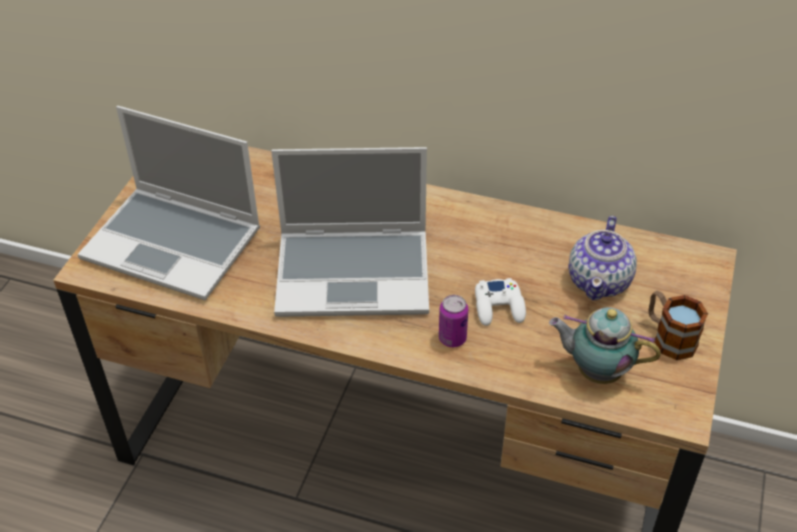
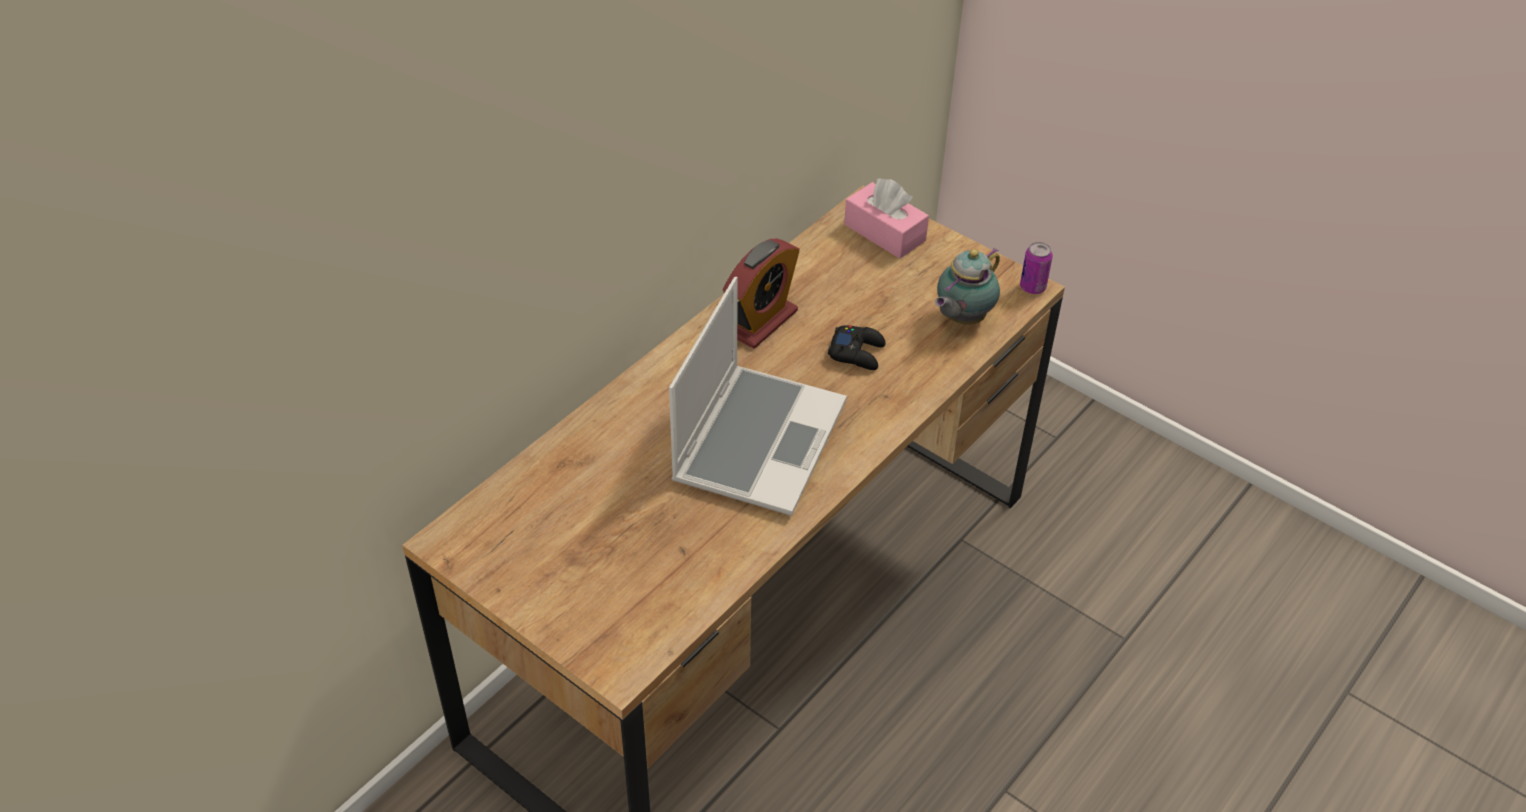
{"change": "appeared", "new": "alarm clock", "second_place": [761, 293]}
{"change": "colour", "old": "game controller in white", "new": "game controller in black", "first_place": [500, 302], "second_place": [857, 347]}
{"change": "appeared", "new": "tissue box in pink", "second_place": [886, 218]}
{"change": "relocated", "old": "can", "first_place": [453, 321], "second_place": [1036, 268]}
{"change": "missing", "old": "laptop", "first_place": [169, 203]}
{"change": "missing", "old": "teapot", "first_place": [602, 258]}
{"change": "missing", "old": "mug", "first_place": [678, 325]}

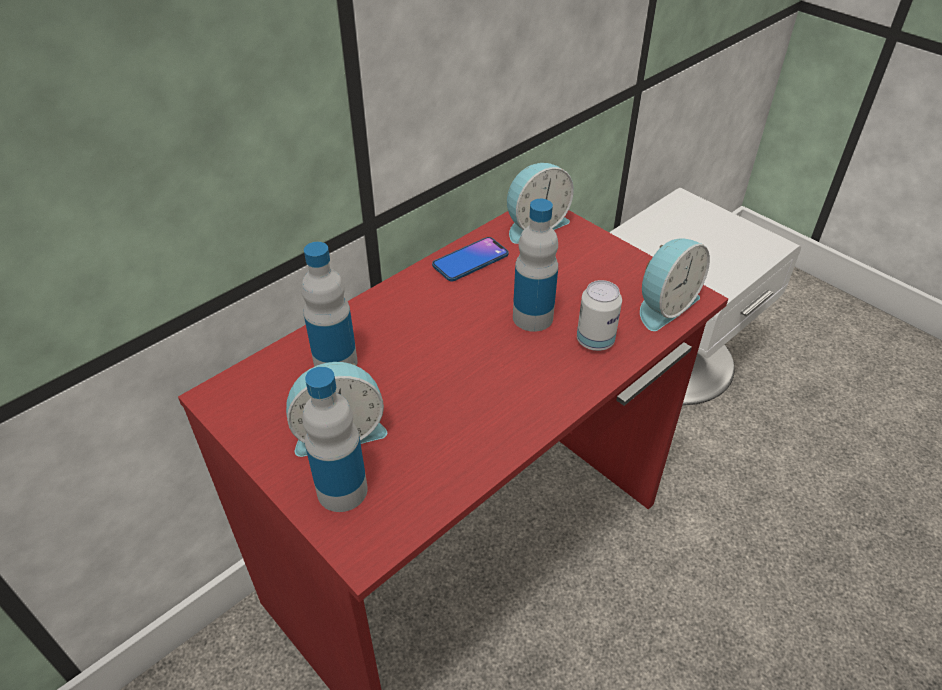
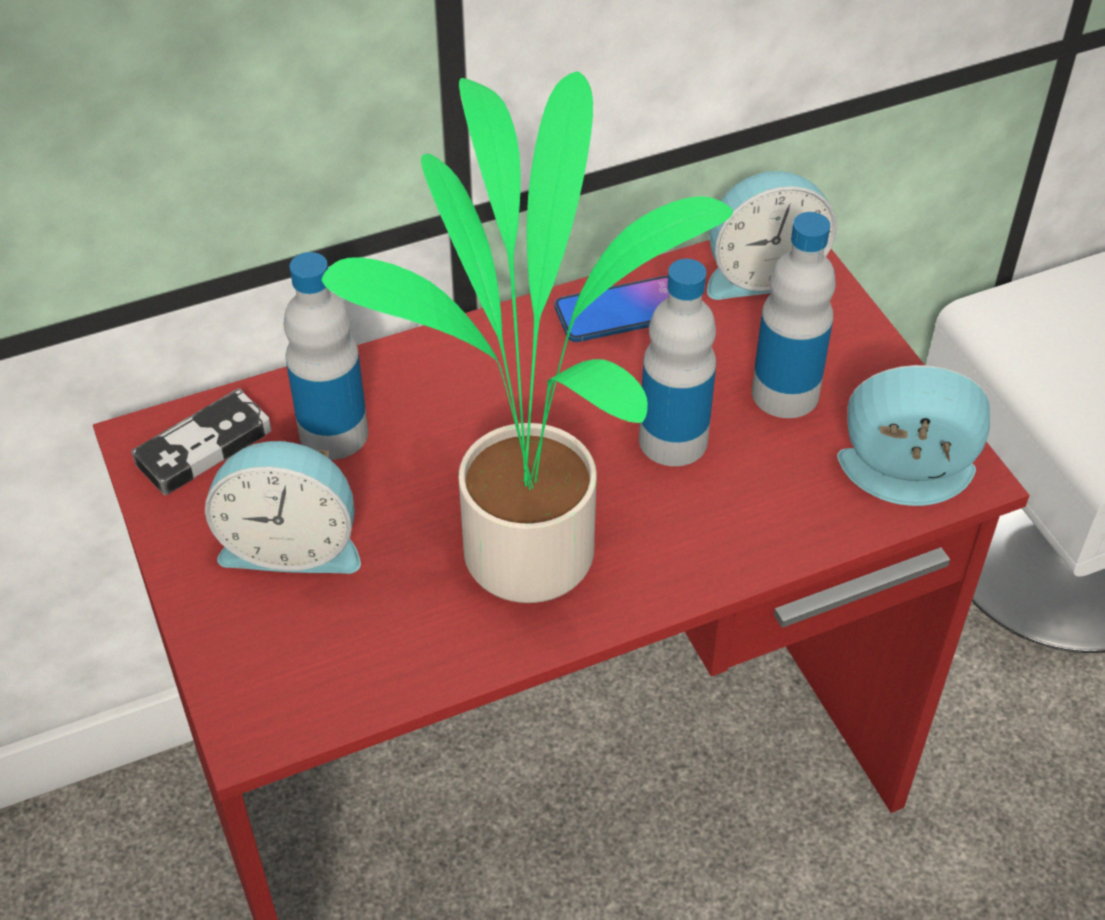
{"change": "appeared", "new": "game controller", "second_place": [201, 441]}
{"change": "appeared", "new": "potted plant", "second_place": [527, 337]}
{"change": "relocated", "old": "bottle", "first_place": [335, 439], "second_place": [794, 315]}
{"change": "spun", "old": "alarm clock", "first_place": [675, 284], "second_place": [913, 435], "degrees": -150}
{"change": "missing", "old": "can", "first_place": [599, 315]}

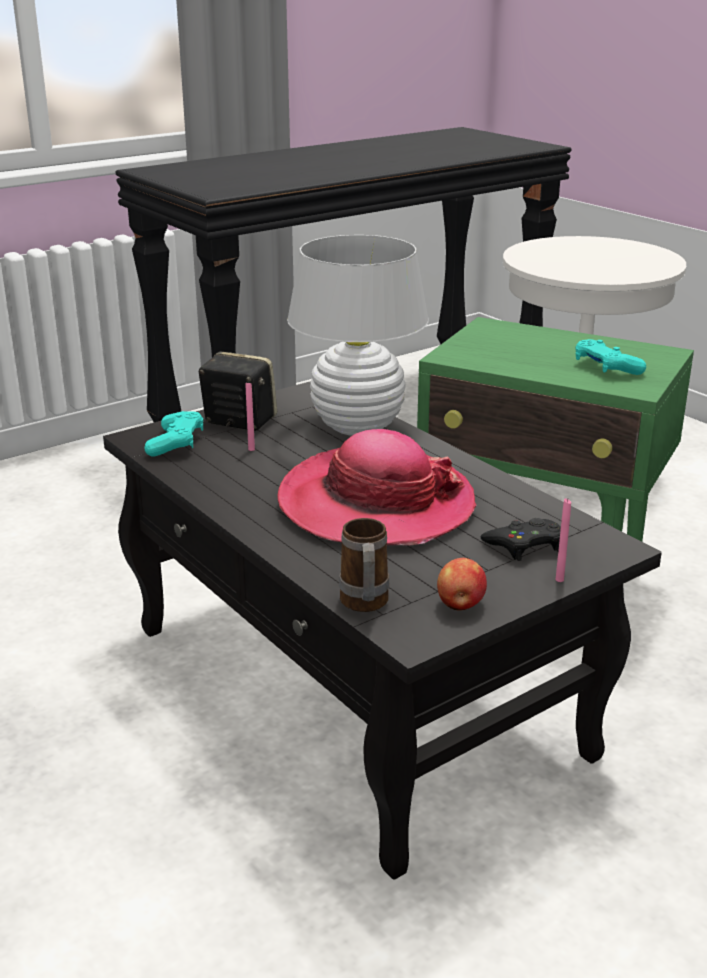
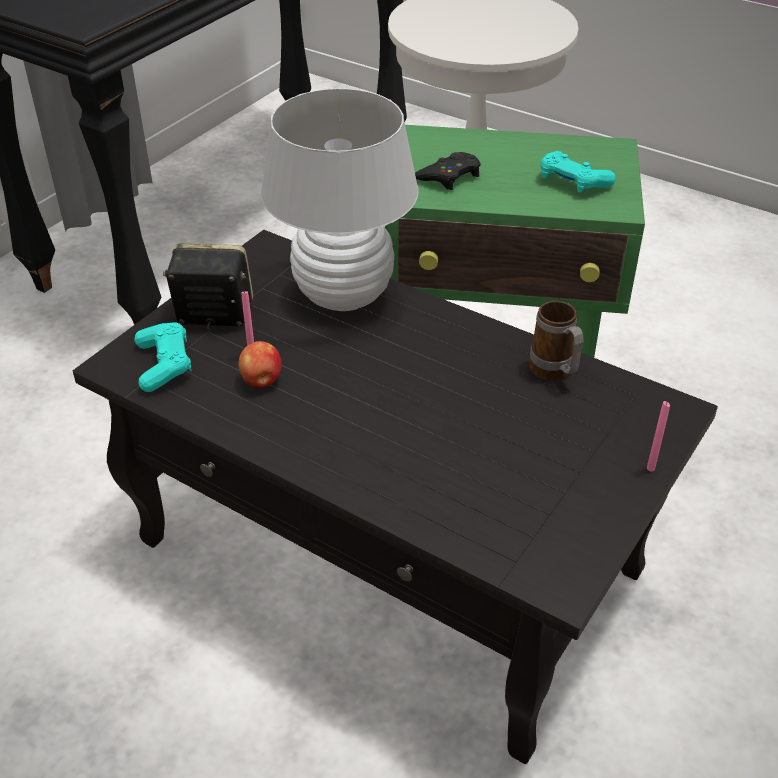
{"change": "relocated", "old": "apple", "first_place": [462, 584], "second_place": [260, 364]}
{"change": "relocated", "old": "game controller in black", "first_place": [521, 539], "second_place": [448, 171]}
{"change": "relocated", "old": "mug", "first_place": [364, 565], "second_place": [556, 341]}
{"change": "missing", "old": "hat", "first_place": [377, 487]}

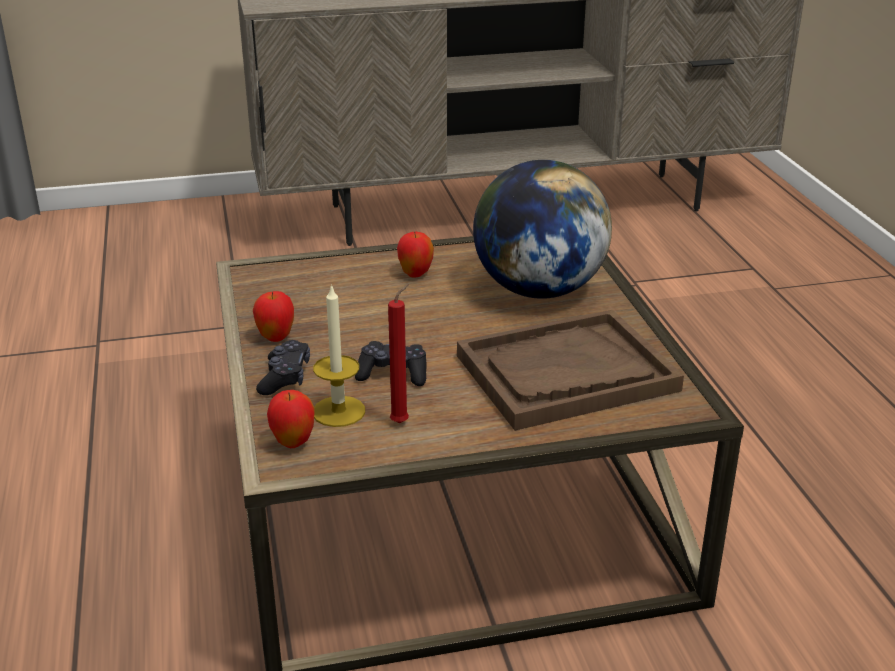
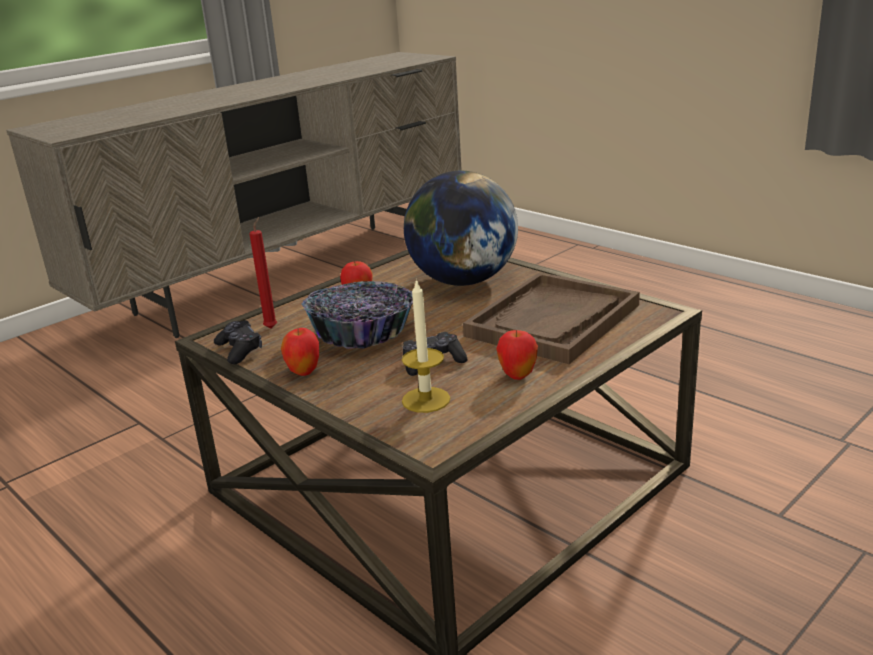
{"change": "relocated", "old": "game controller in black", "first_place": [283, 367], "second_place": [238, 342]}
{"change": "relocated", "old": "candle in red", "first_place": [398, 353], "second_place": [263, 273]}
{"change": "appeared", "new": "bowl", "second_place": [357, 315]}
{"change": "relocated", "old": "apple", "first_place": [291, 419], "second_place": [517, 355]}

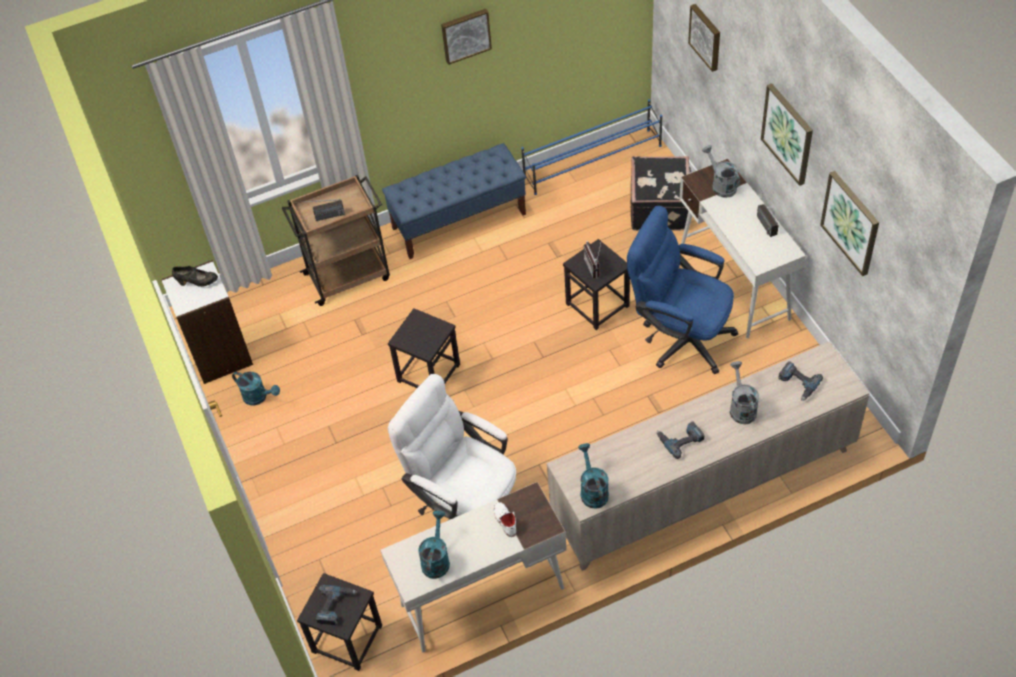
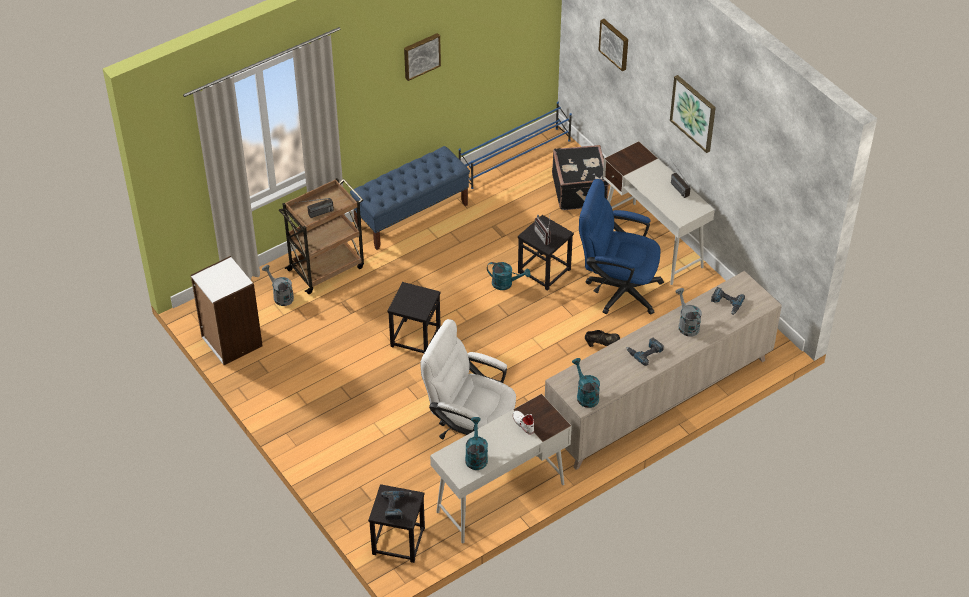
{"change": "relocated", "old": "watering can in grey", "first_place": [721, 171], "second_place": [278, 285]}
{"change": "relocated", "old": "watering can in turquoise", "first_place": [256, 389], "second_place": [509, 276]}
{"change": "relocated", "old": "shoe in black", "first_place": [195, 276], "second_place": [602, 338]}
{"change": "missing", "old": "picture", "first_place": [849, 223]}

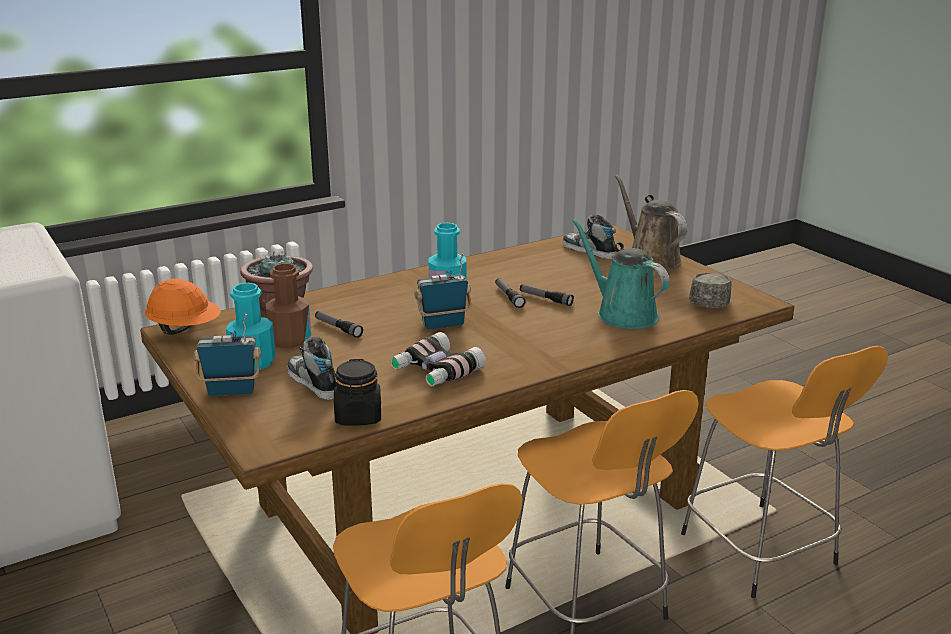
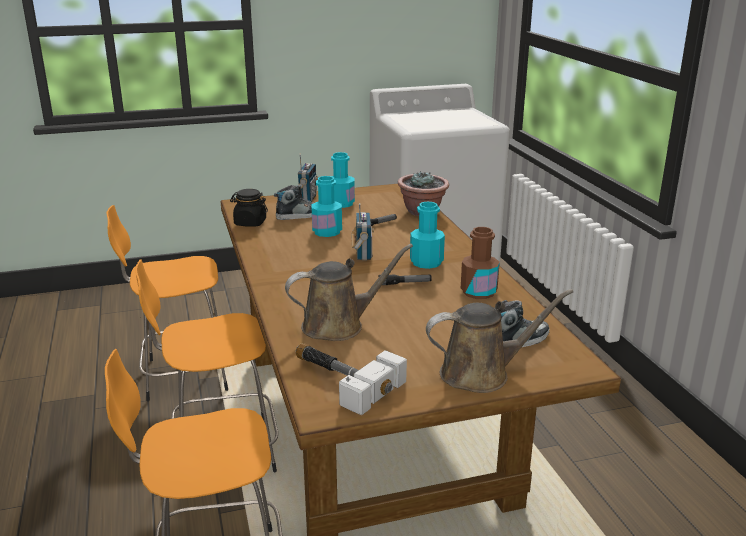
{"change": "colour", "old": "watering can in turquoise", "new": "watering can in brown", "first_place": [621, 274], "second_place": [349, 292]}
{"change": "exchanged", "old": "cap in grey", "new": "hammer", "first_place": [710, 290], "second_place": [351, 379]}
{"change": "appeared", "new": "bottle in turquoise", "second_place": [326, 206]}
{"change": "relocated", "old": "bottle in brown", "first_place": [288, 305], "second_place": [480, 263]}
{"change": "missing", "old": "hard hat in orange", "first_place": [183, 307]}
{"change": "missing", "old": "binoculars", "first_place": [438, 359]}
{"change": "missing", "old": "flashlight", "first_place": [547, 295]}

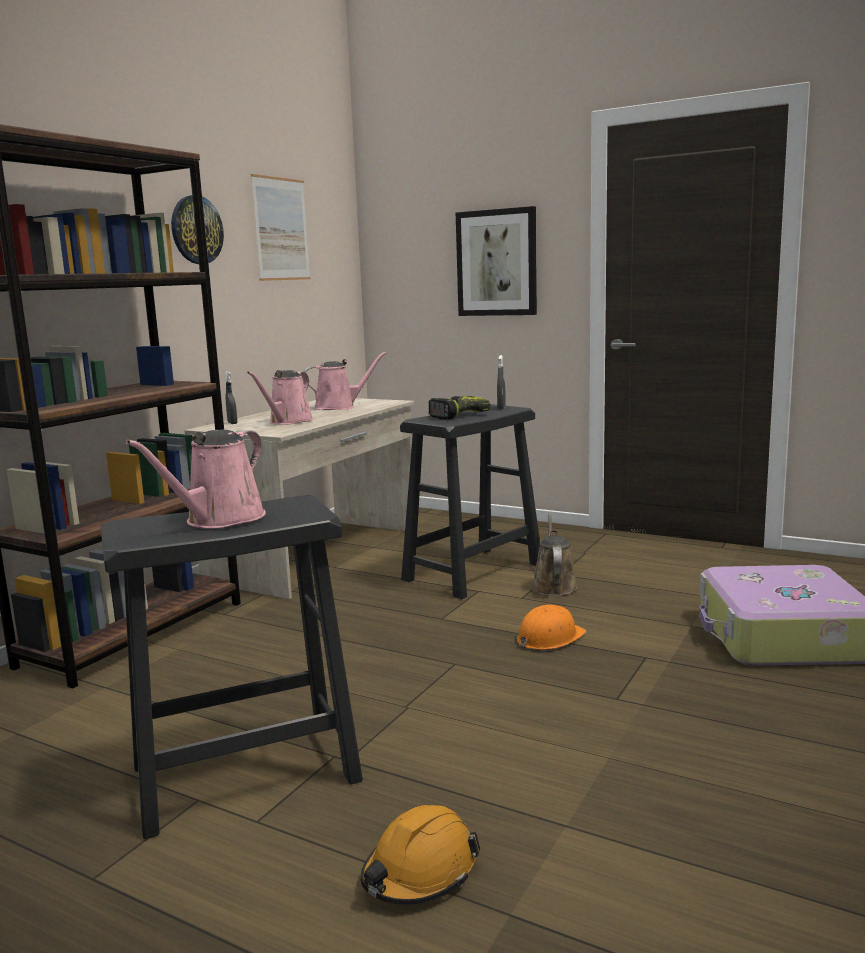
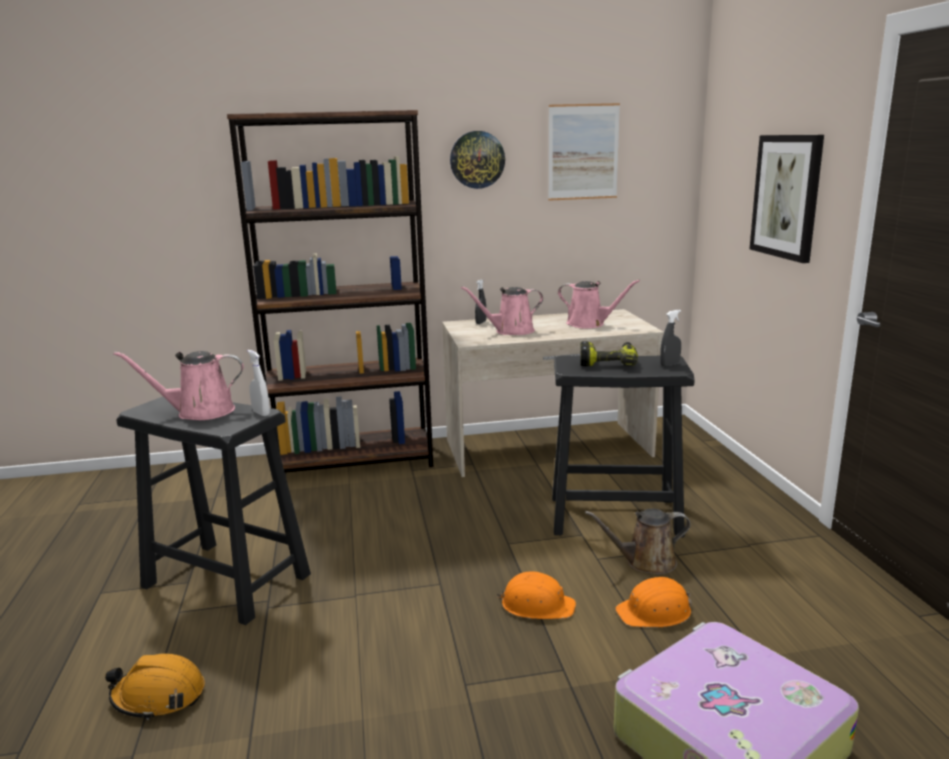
{"change": "appeared", "new": "spray bottle in white", "second_place": [258, 383]}
{"change": "spun", "old": "watering can in brown", "first_place": [554, 554], "second_place": [637, 542], "degrees": -150}
{"change": "appeared", "new": "hard hat in orange", "second_place": [653, 602]}

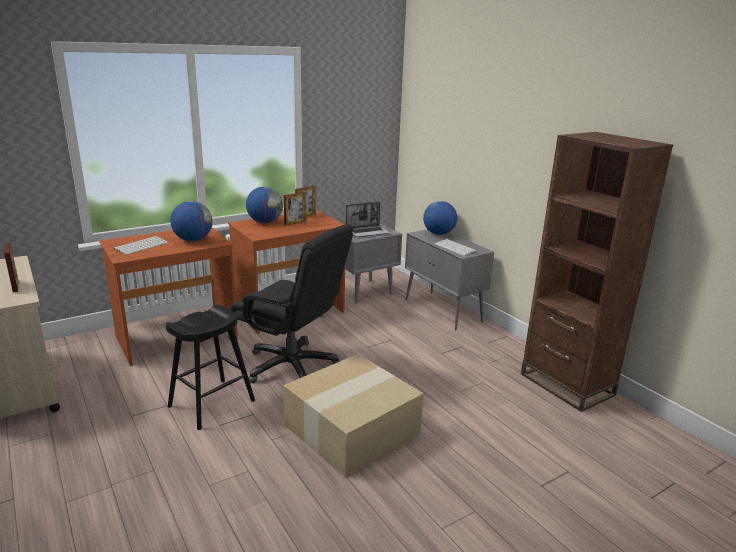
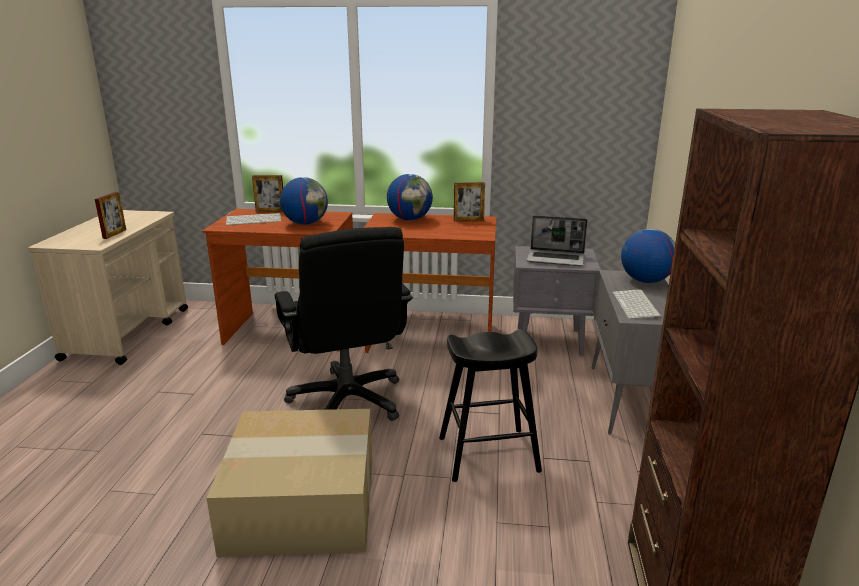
{"change": "relocated", "old": "picture frame", "first_place": [295, 209], "second_place": [267, 193]}
{"change": "relocated", "old": "stool in black", "first_place": [210, 367], "second_place": [490, 406]}

